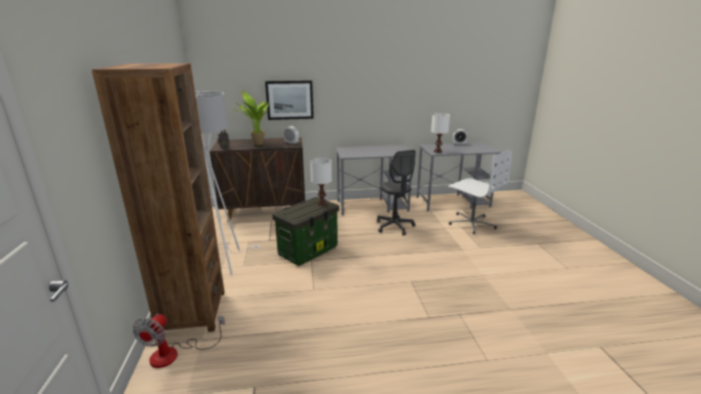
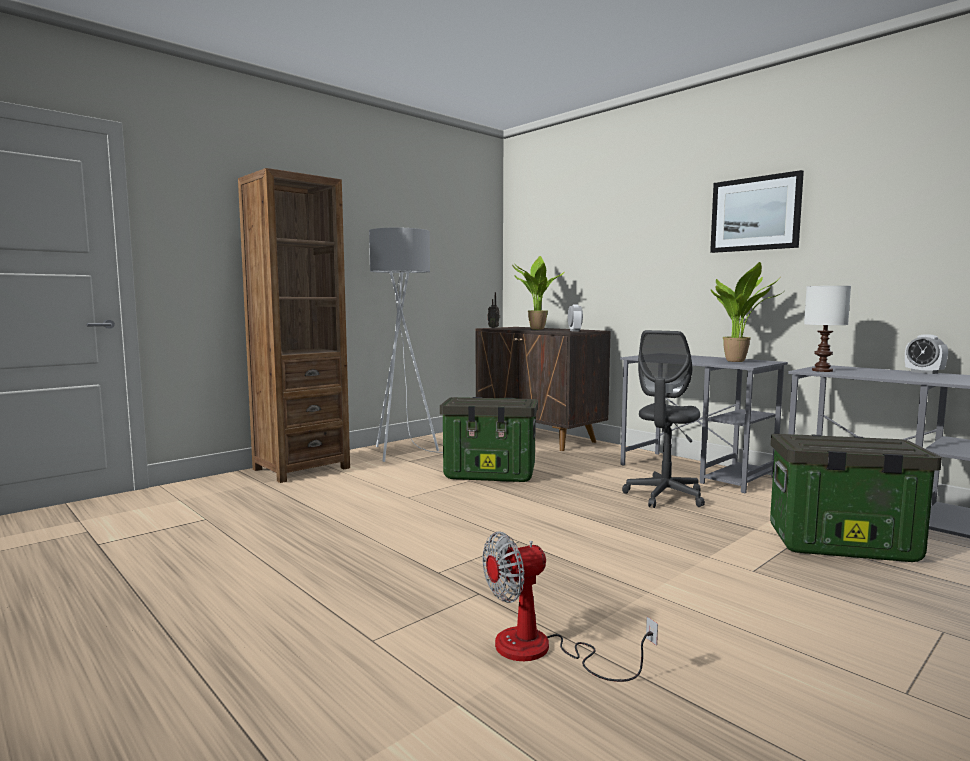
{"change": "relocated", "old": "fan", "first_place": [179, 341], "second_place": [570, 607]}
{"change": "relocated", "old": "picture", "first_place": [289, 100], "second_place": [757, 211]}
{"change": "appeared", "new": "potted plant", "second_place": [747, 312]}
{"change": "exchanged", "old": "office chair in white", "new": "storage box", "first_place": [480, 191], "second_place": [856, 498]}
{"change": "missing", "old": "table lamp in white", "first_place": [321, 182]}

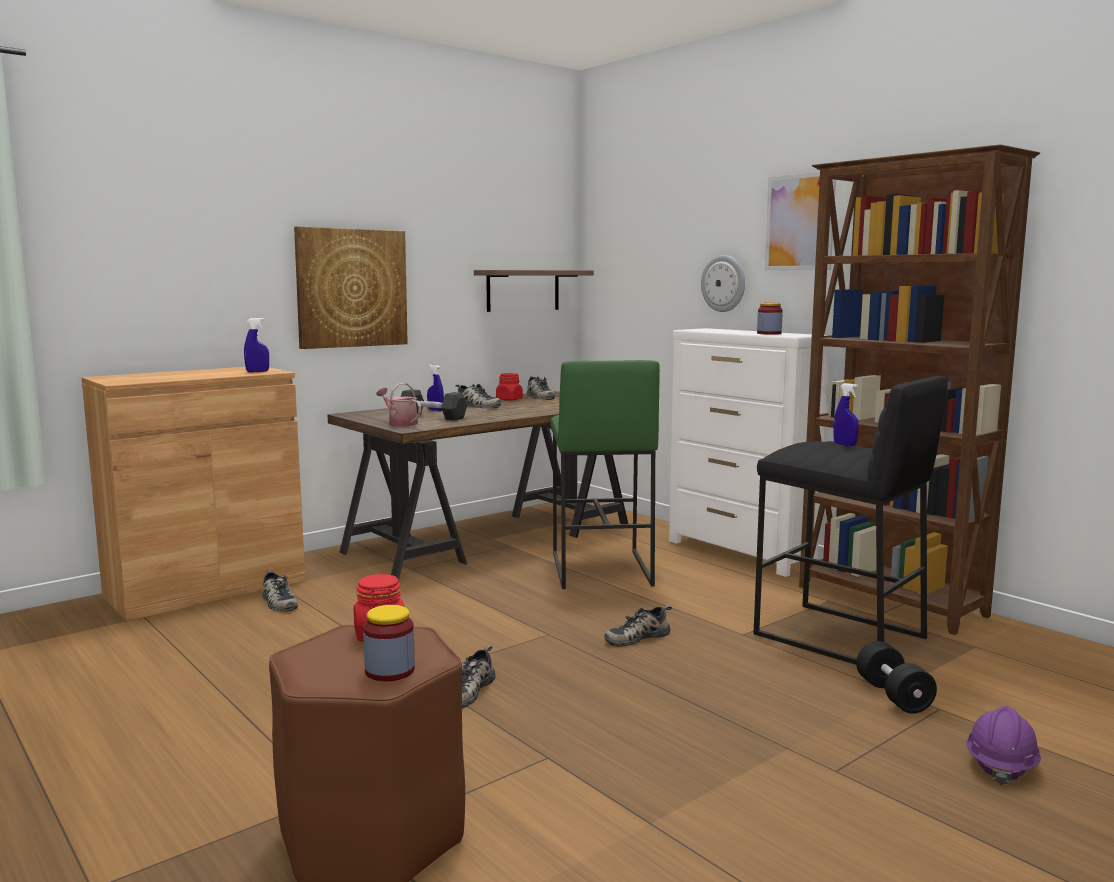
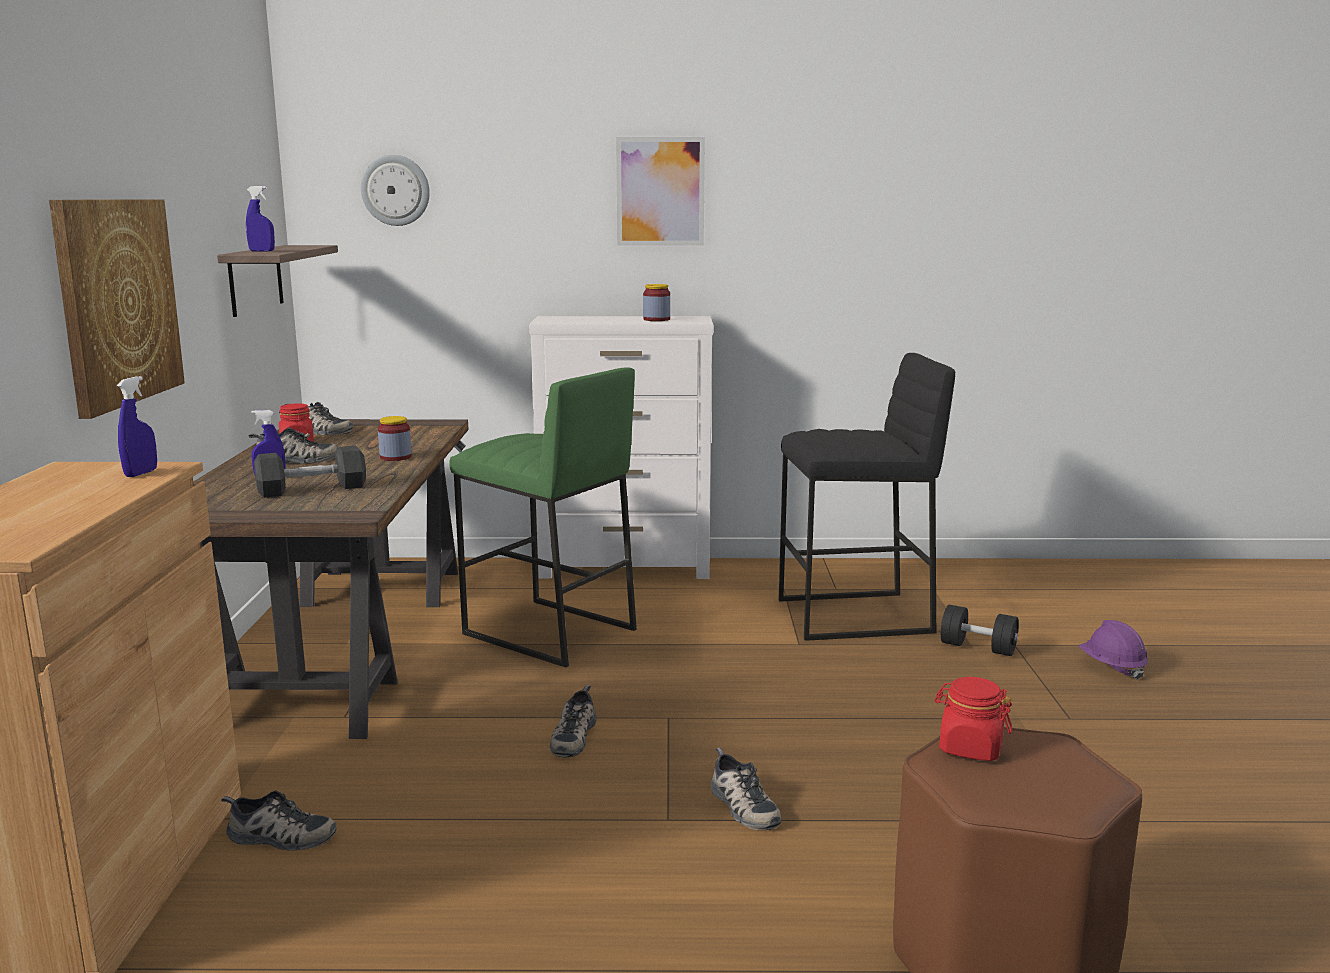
{"change": "relocated", "old": "spray bottle in blue", "first_place": [846, 414], "second_place": [260, 218]}
{"change": "relocated", "old": "wall clock", "first_place": [723, 283], "second_place": [395, 190]}
{"change": "relocated", "old": "jar", "first_place": [389, 643], "second_place": [395, 438]}
{"change": "relocated", "old": "shoe", "first_place": [638, 626], "second_place": [573, 721]}
{"change": "missing", "old": "watering can", "first_place": [399, 405]}
{"change": "missing", "old": "bookcase in brown", "first_place": [919, 389]}

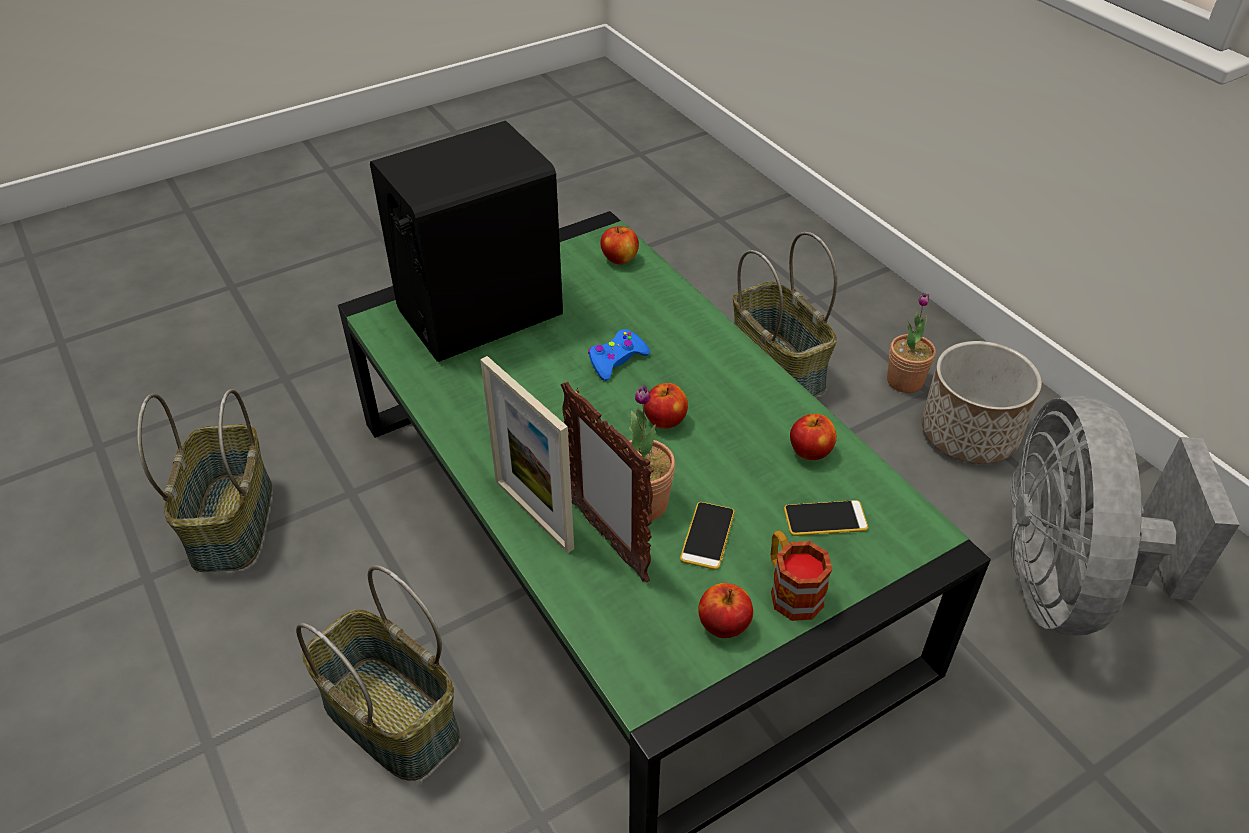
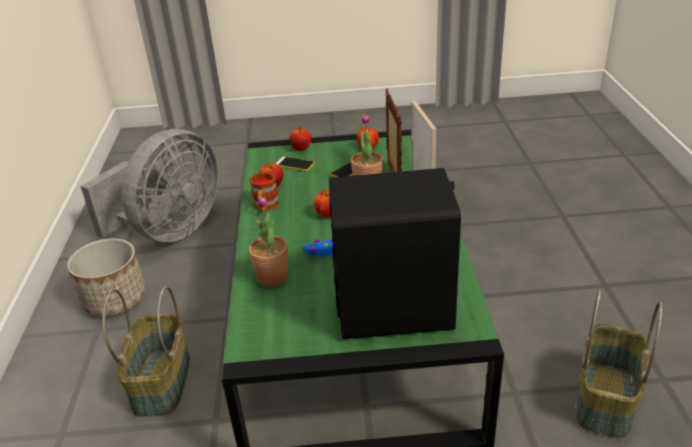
{"change": "relocated", "old": "mug", "first_place": [801, 576], "second_place": [264, 191]}
{"change": "relocated", "old": "potted plant", "first_place": [911, 343], "second_place": [268, 241]}
{"change": "relocated", "old": "apple", "first_place": [619, 245], "second_place": [300, 139]}
{"change": "missing", "old": "basket", "first_place": [378, 673]}

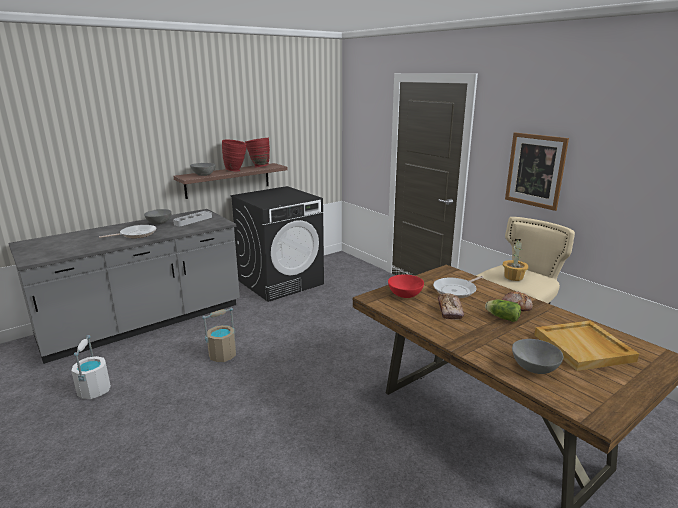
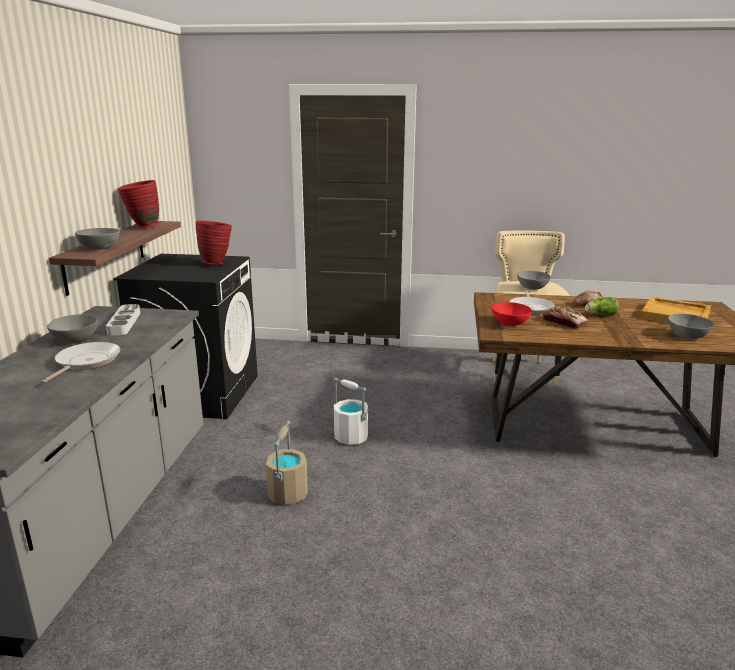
{"change": "relocated", "old": "vase in red", "first_place": [234, 156], "second_place": [214, 243]}
{"change": "relocated", "old": "bucket in white", "first_place": [91, 367], "second_place": [350, 411]}
{"change": "exchanged", "old": "potted plant", "new": "bowl in grey", "first_place": [515, 260], "second_place": [534, 280]}
{"change": "missing", "old": "picture", "first_place": [537, 171]}

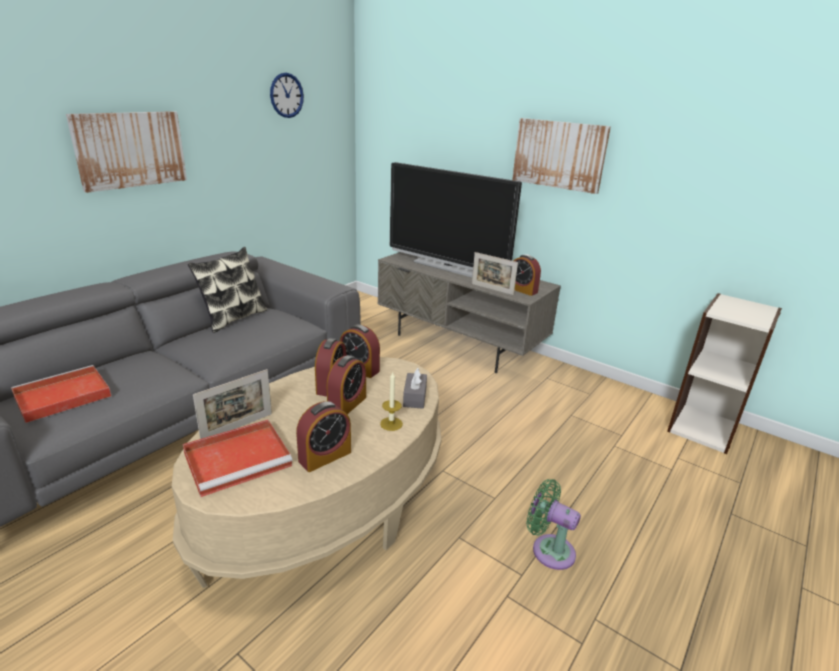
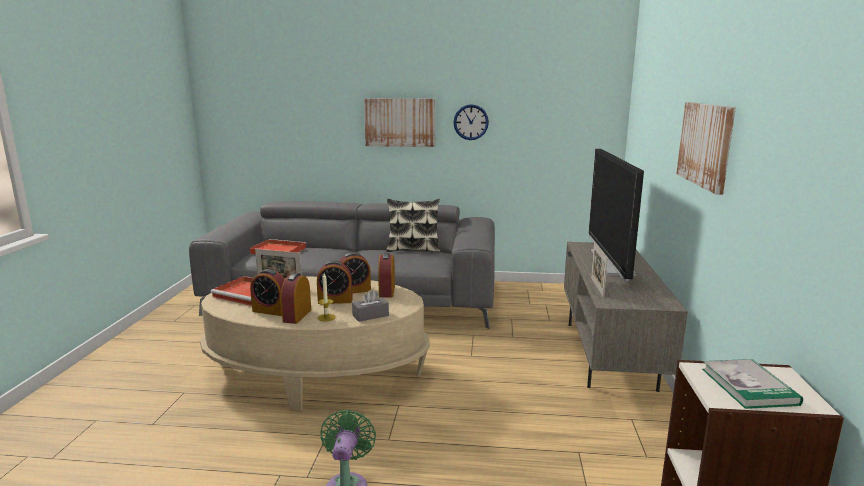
{"change": "relocated", "old": "alarm clock", "first_place": [527, 275], "second_place": [296, 298]}
{"change": "relocated", "old": "wall clock", "first_place": [287, 95], "second_place": [471, 122]}
{"change": "appeared", "new": "book", "second_place": [752, 384]}

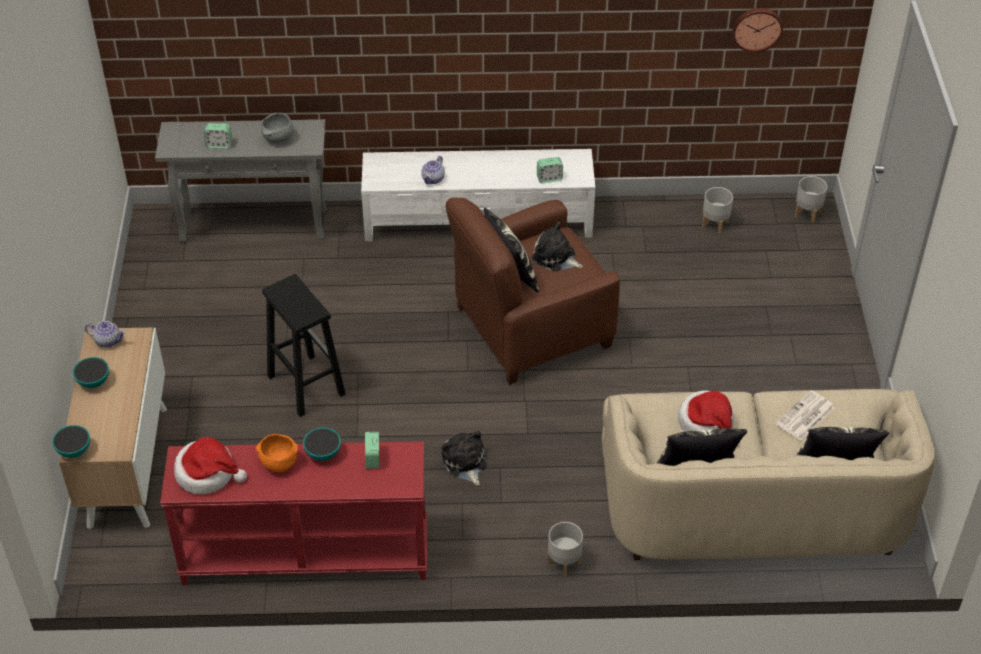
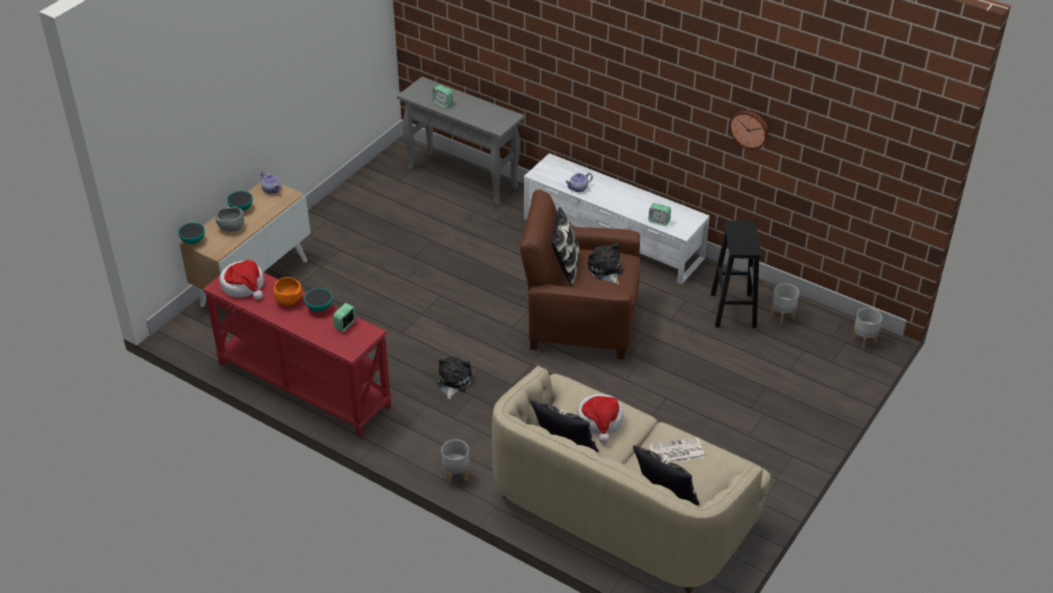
{"change": "relocated", "old": "bowl in grey", "first_place": [277, 128], "second_place": [229, 219]}
{"change": "relocated", "old": "stool in black", "first_place": [304, 345], "second_place": [736, 274]}
{"change": "relocated", "old": "wall clock", "first_place": [757, 30], "second_place": [749, 130]}

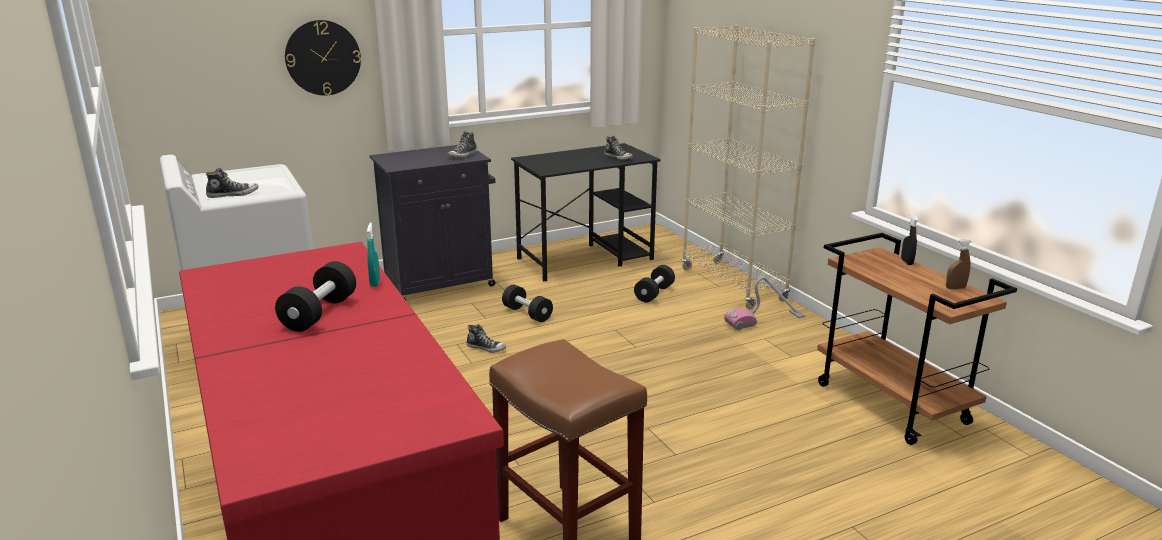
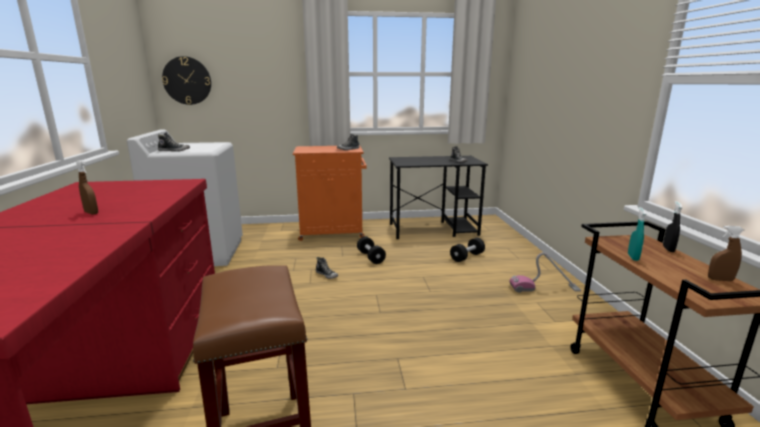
{"change": "exchanged", "old": "dumbbell in black", "new": "spray bottle in brown", "first_place": [315, 296], "second_place": [87, 188]}
{"change": "relocated", "old": "wall clock", "first_place": [323, 58], "second_place": [186, 80]}
{"change": "colour", "old": "cabinet in black", "new": "cabinet in orange", "first_place": [432, 222], "second_place": [330, 193]}
{"change": "relocated", "old": "spray bottle in turquoise", "first_place": [373, 255], "second_place": [637, 234]}
{"change": "missing", "old": "bookcase in beige", "first_place": [748, 167]}

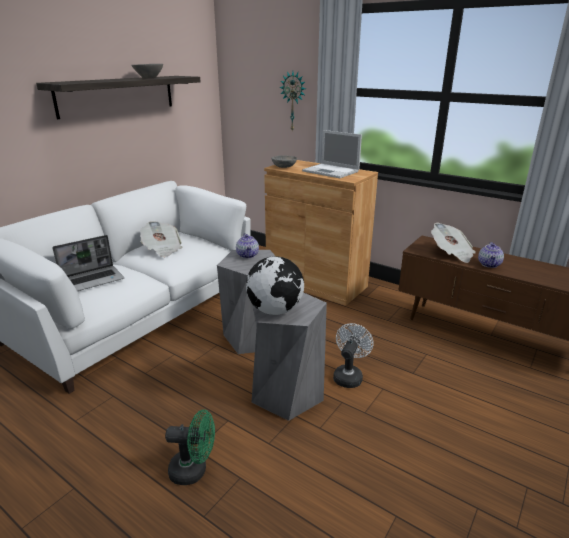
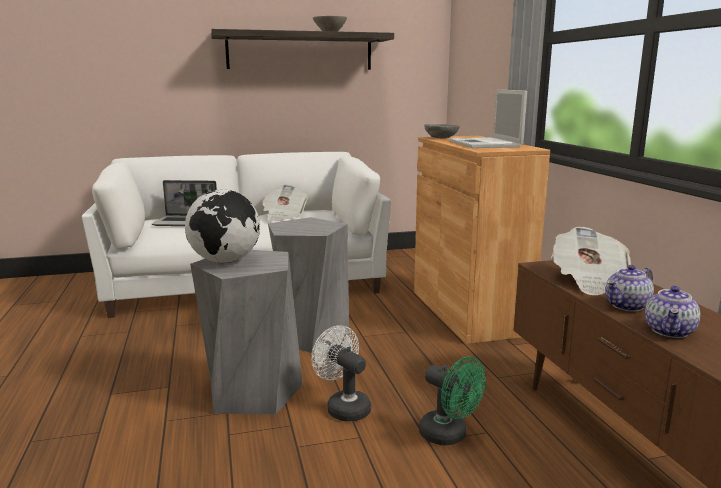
{"change": "spun", "old": "fan in white", "first_place": [353, 355], "second_place": [341, 373], "degrees": -105}
{"change": "relocated", "old": "fan in green", "first_place": [190, 447], "second_place": [452, 400]}
{"change": "relocated", "old": "teapot", "first_place": [247, 245], "second_place": [672, 311]}
{"change": "missing", "old": "wall clock", "first_place": [293, 101]}

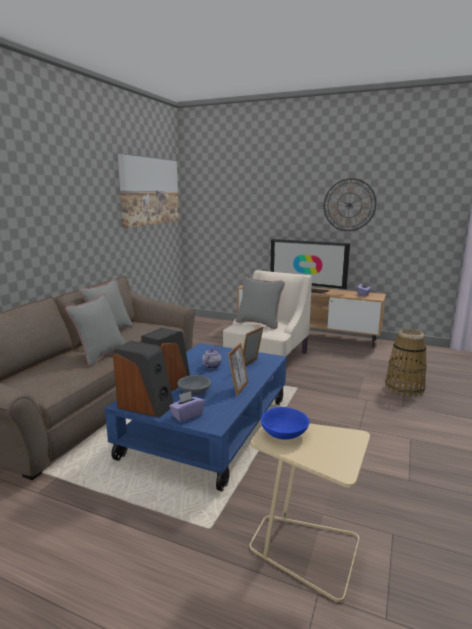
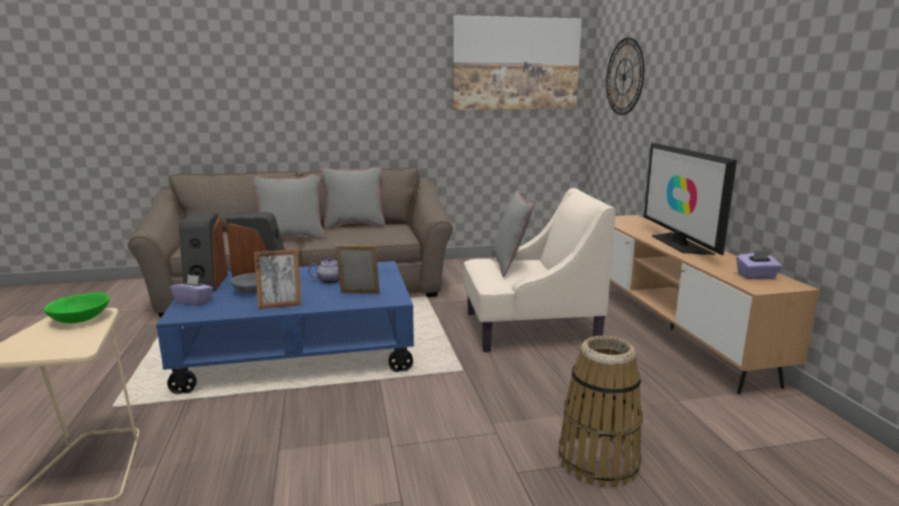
{"change": "colour", "old": "bowl in blue", "new": "bowl in green", "first_place": [285, 423], "second_place": [77, 307]}
{"change": "relocated", "old": "wall clock", "first_place": [350, 204], "second_place": [625, 76]}

